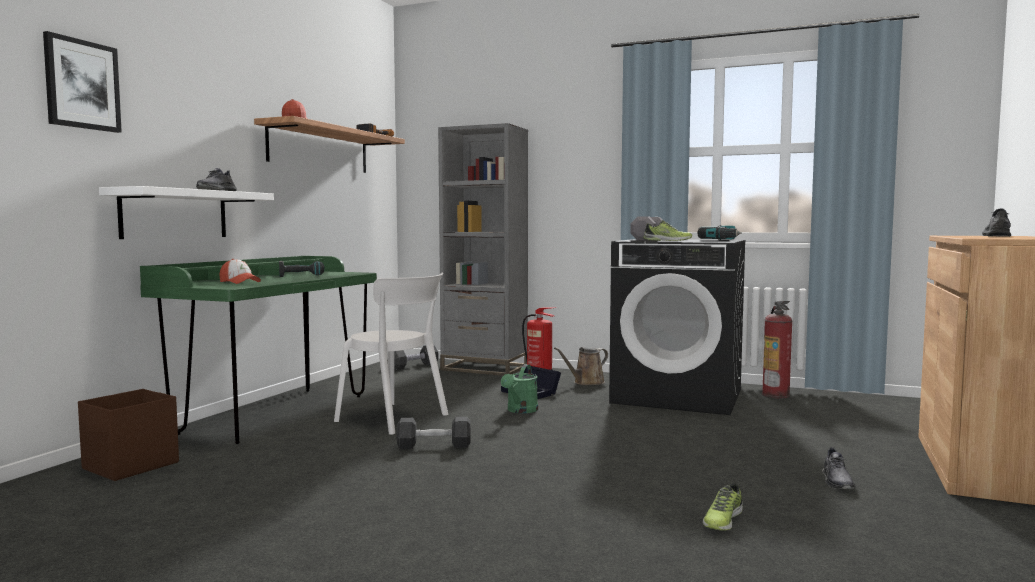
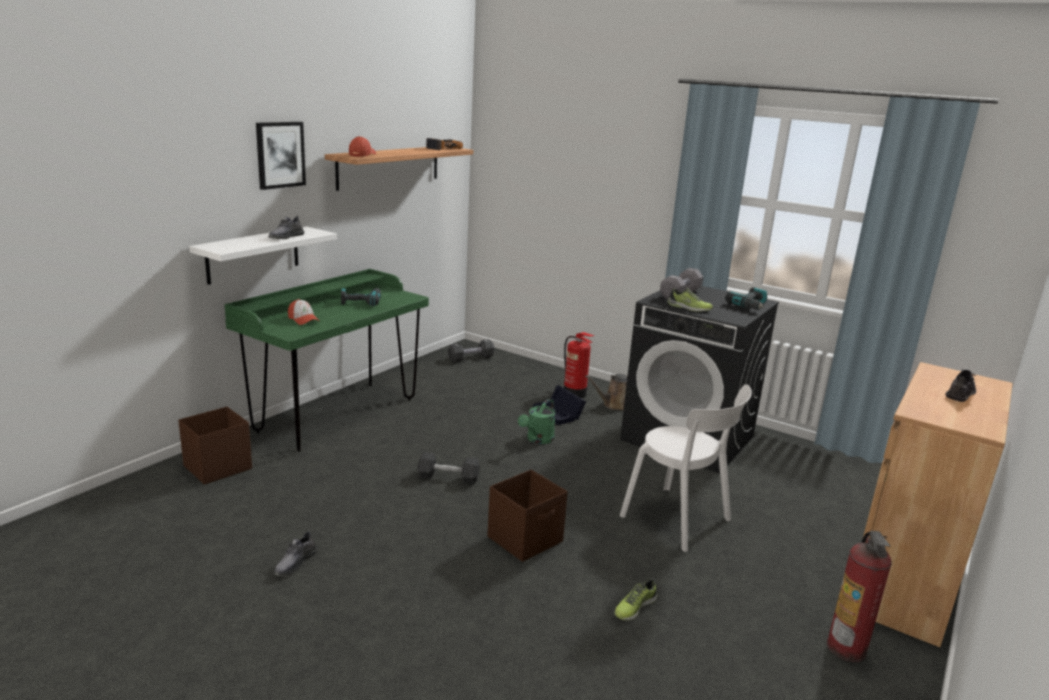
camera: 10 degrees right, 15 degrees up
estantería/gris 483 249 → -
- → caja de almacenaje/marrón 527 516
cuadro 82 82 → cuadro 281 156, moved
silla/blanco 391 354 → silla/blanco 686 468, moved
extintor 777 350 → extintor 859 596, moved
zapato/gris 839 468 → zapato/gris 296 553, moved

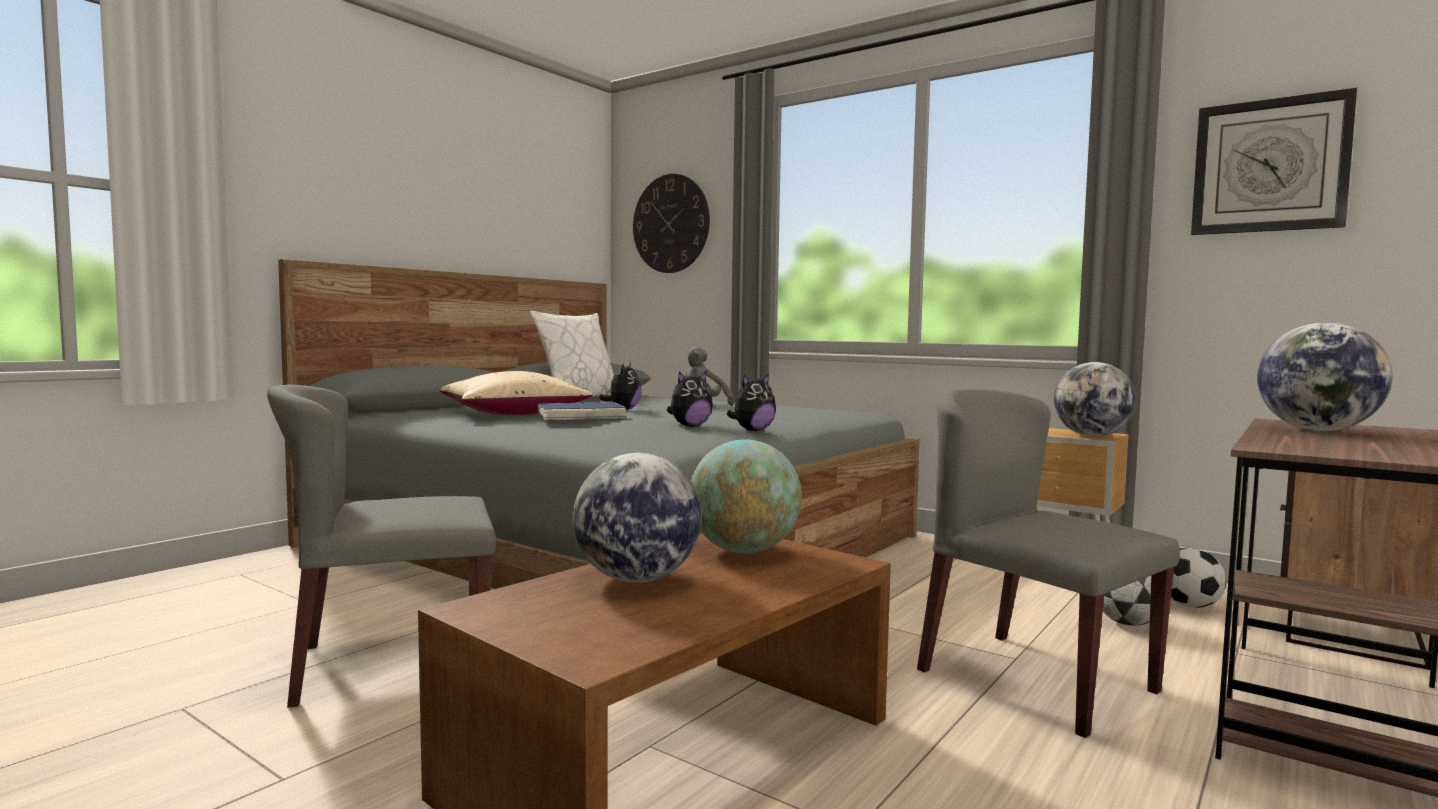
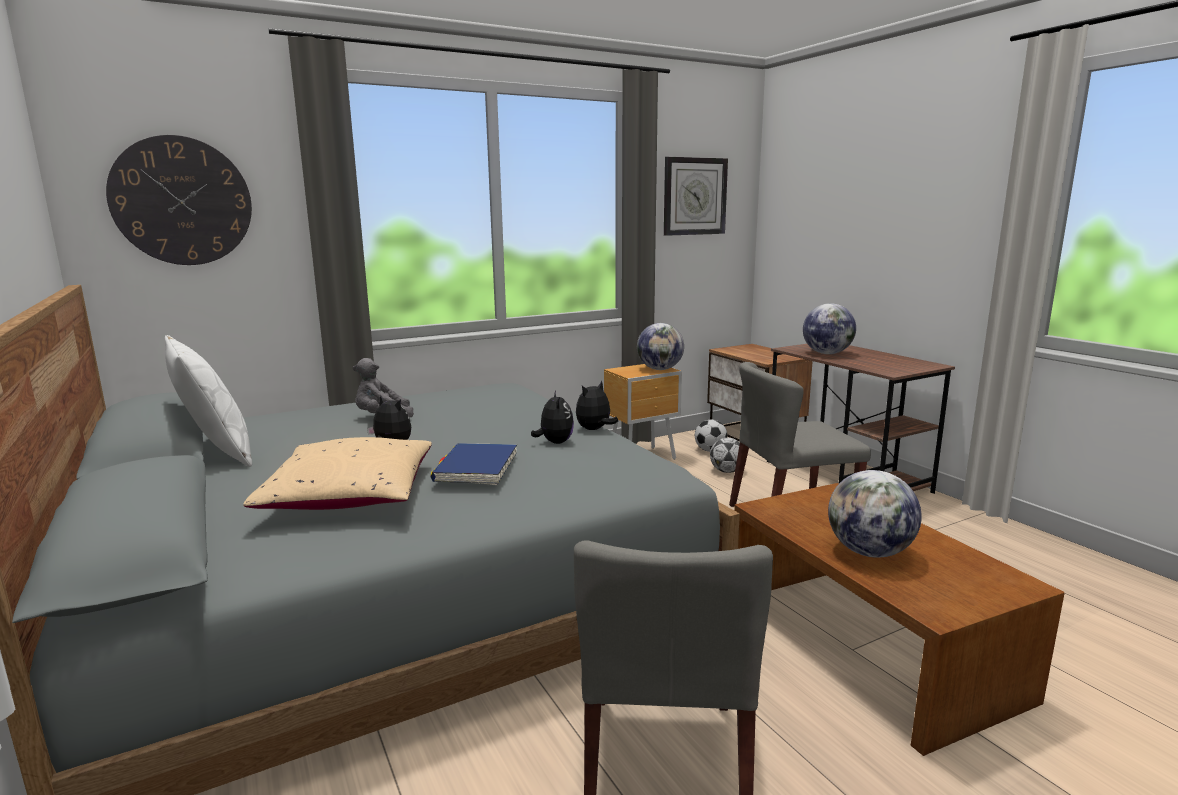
camera: 65 degrees left, 10 degrees up
globo terráqueo 746 496 → -
peluche 751 402 → peluche 597 405, 120 degrees counterclockwise

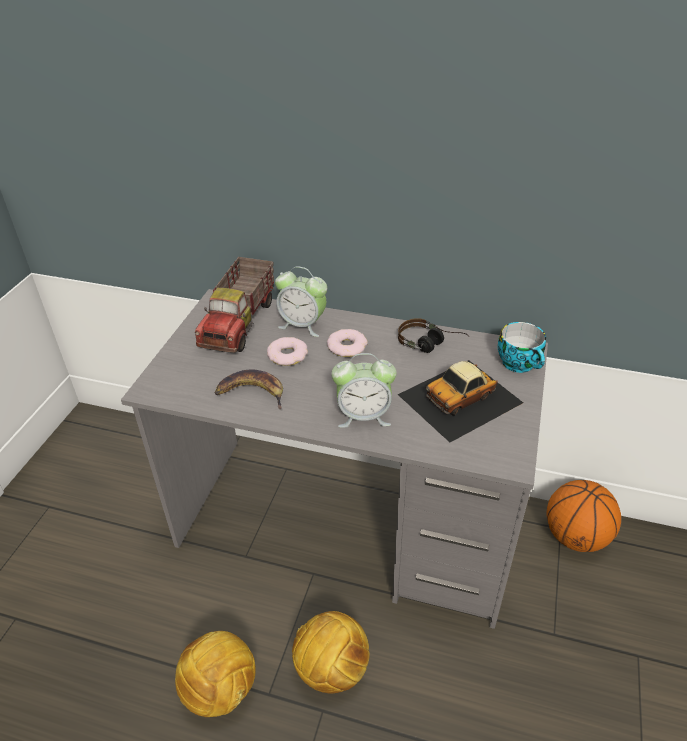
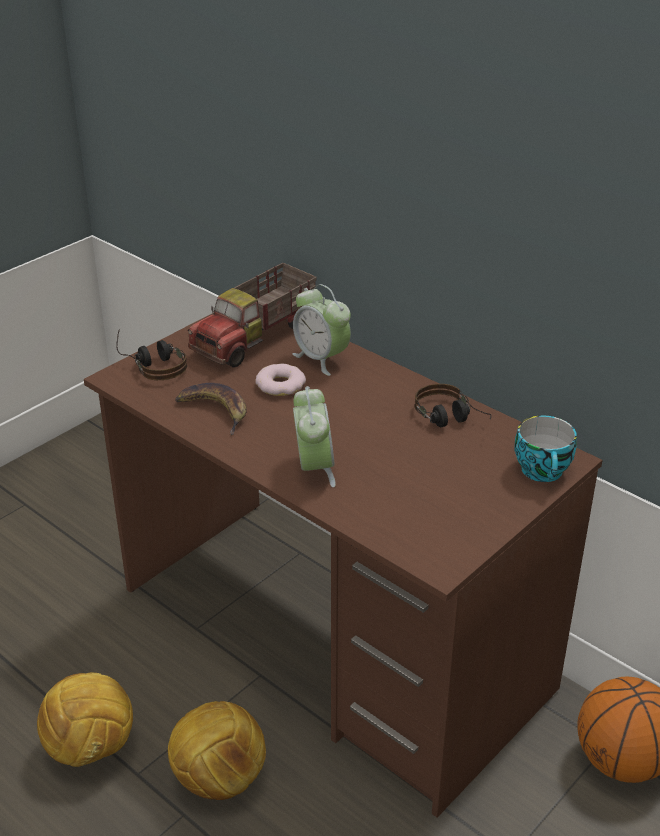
camera: 25 degrees right, 5 degrees down
rosquilla 347 343 → -
coche de juguete 460 401 → -
- → auriculares 151 354
escritorio/gris 334 459 → escritorio/marrón 343 565
despertador 364 390 → despertador 314 436, 120 degrees counterclockwise

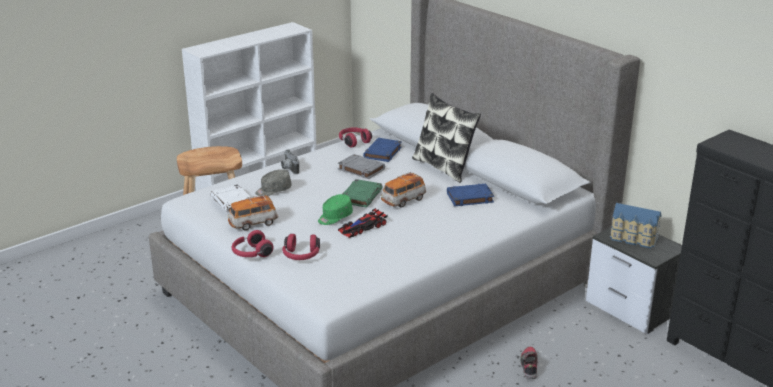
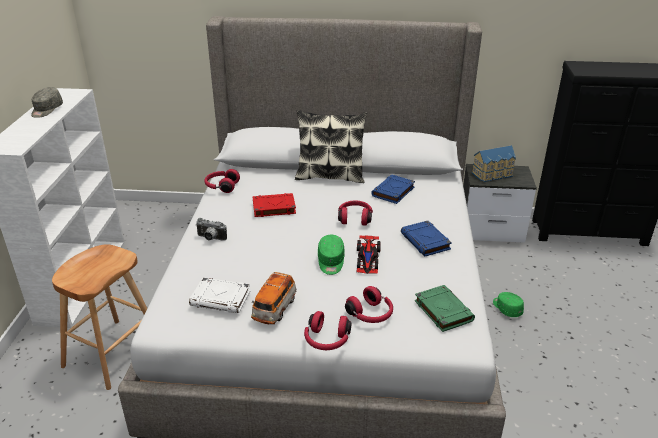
camera: 45 degrees left, 5 degrees up
gorra/gris 273 182 → gorra/gris 47 102, moved
libro/verde 362 193 → libro/verde 445 308, moved
libro/azul 382 150 → libro/azul 426 239, moved
coche de juguete 403 190 → auriculares/rojo 355 213
zapato 529 363 → gorra/verde 508 304
libro/gris 361 166 → libro/rojo 274 205

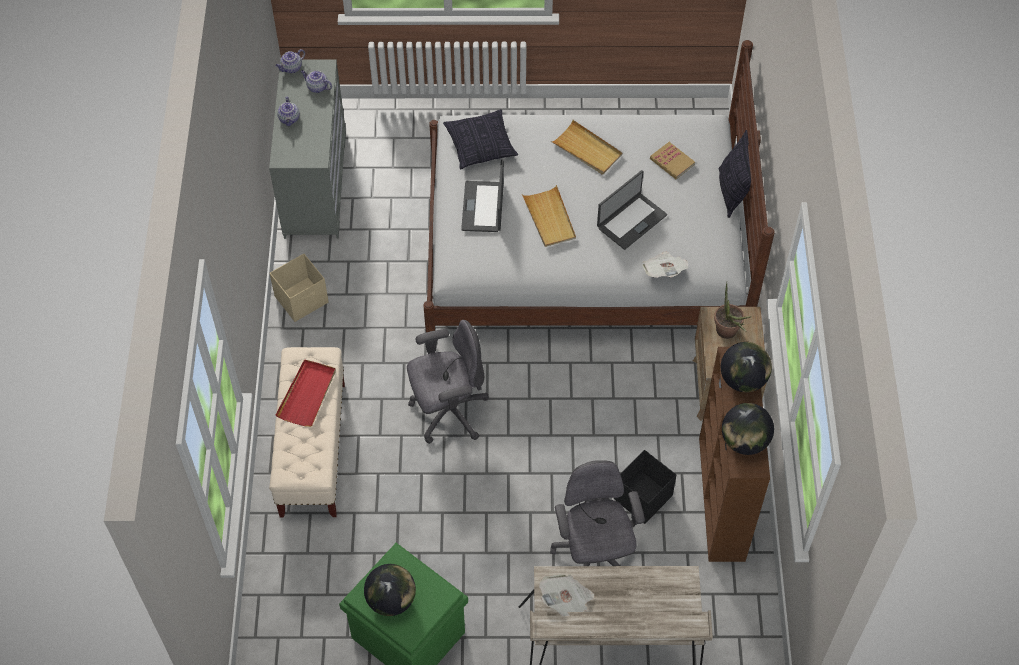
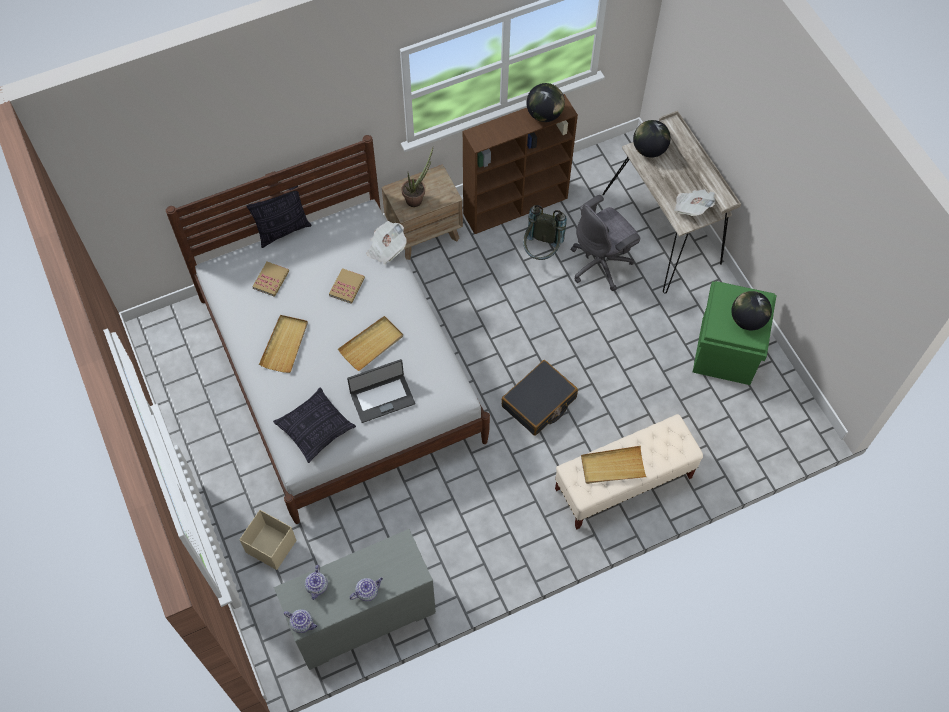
camera: 115 degrees left, 5 degrees up
caja de almacenaje/beis 299 288 → caja de almacenaje/beis 268 540, moved
globo terráqueo 746 367 → globo terráqueo 652 139, moved
silla de oficina/gris 448 382 → maleta/negro 540 398
portátil 632 210 → libro 347 286
caja de almacenaje/negro 645 487 → mochila/gris 545 232
bandeja/rojo 306 393 → bandeja/beis 613 465

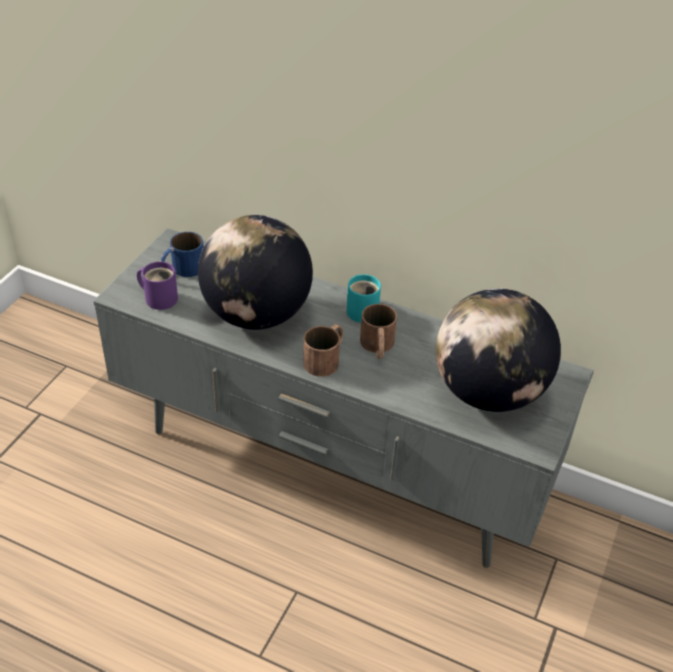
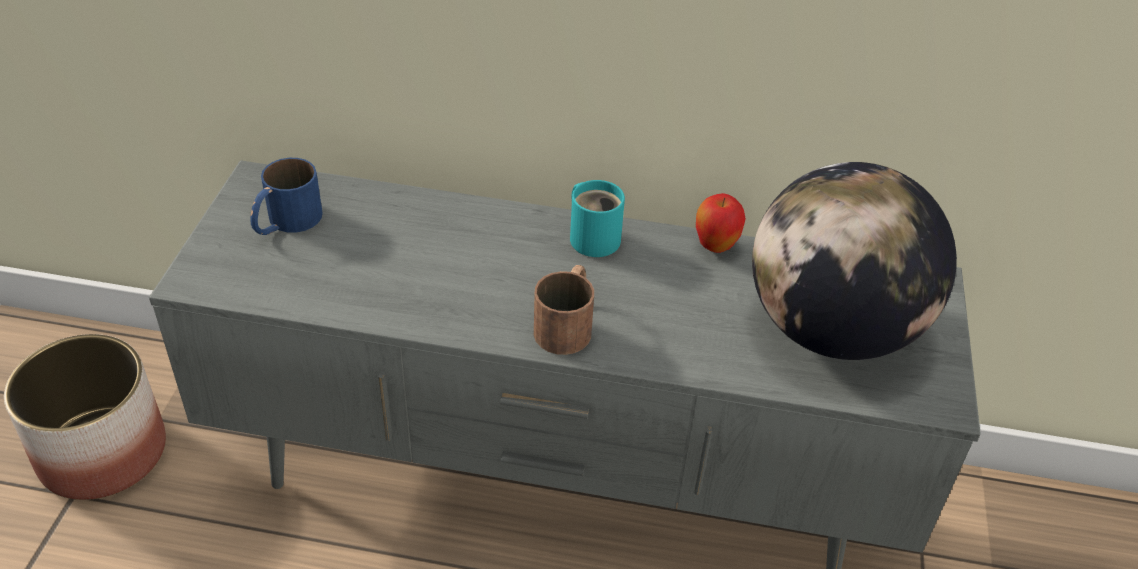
camera: 15 degrees left, 0 degrees up
taza grande/morado 157 285 → -
globo terráqueo 255 272 → -
taza grande/marrón 378 331 → -
- → maceta 85 417
- → manzana 721 223

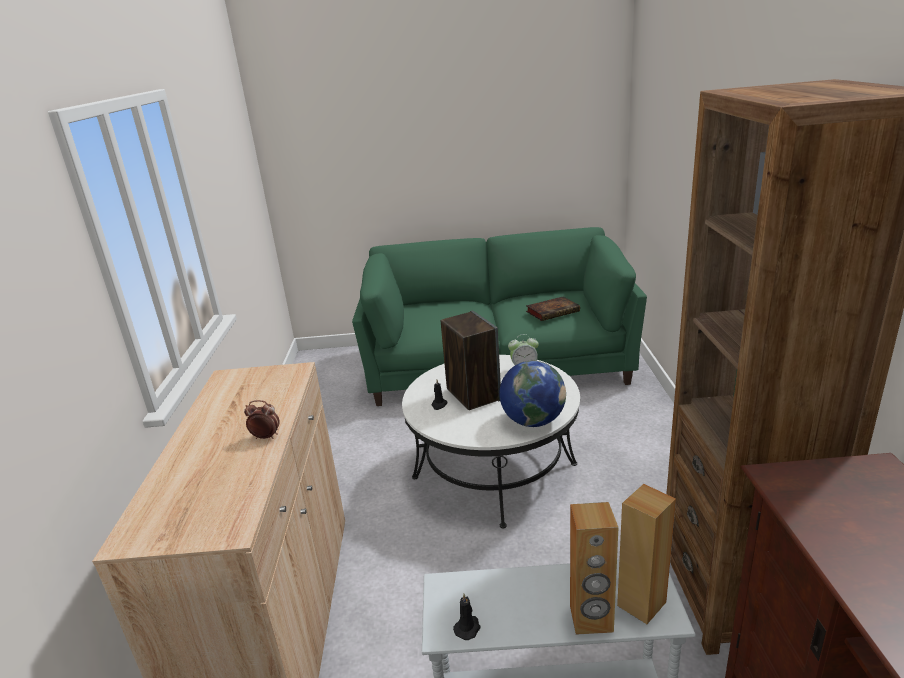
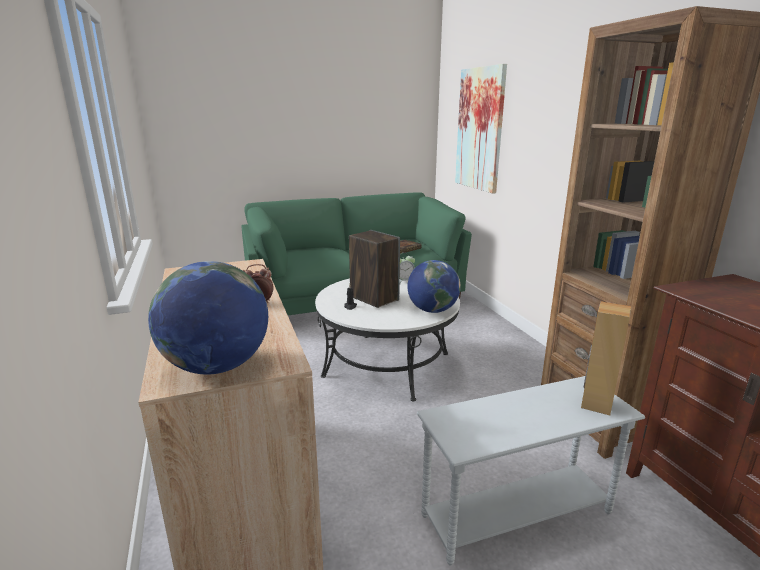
camera: 20 degrees left, 5 degrees down
vela/negro 467 617 → -
altavoz/marrón 594 568 → -
- → globo terráqueo 208 318
- → cuadro 481 128

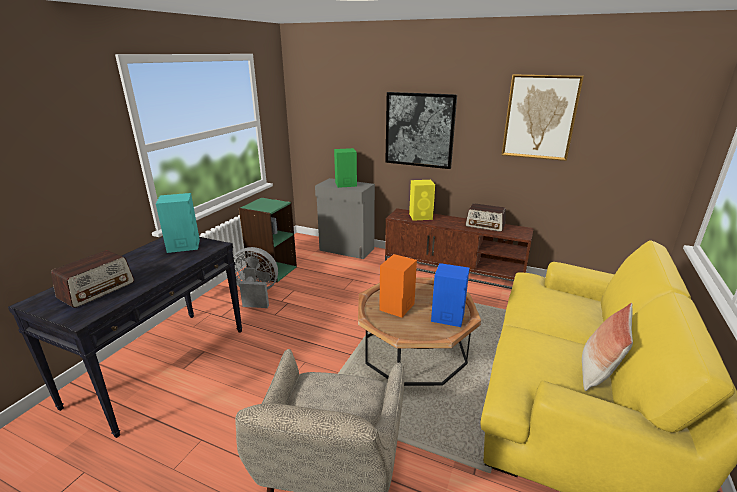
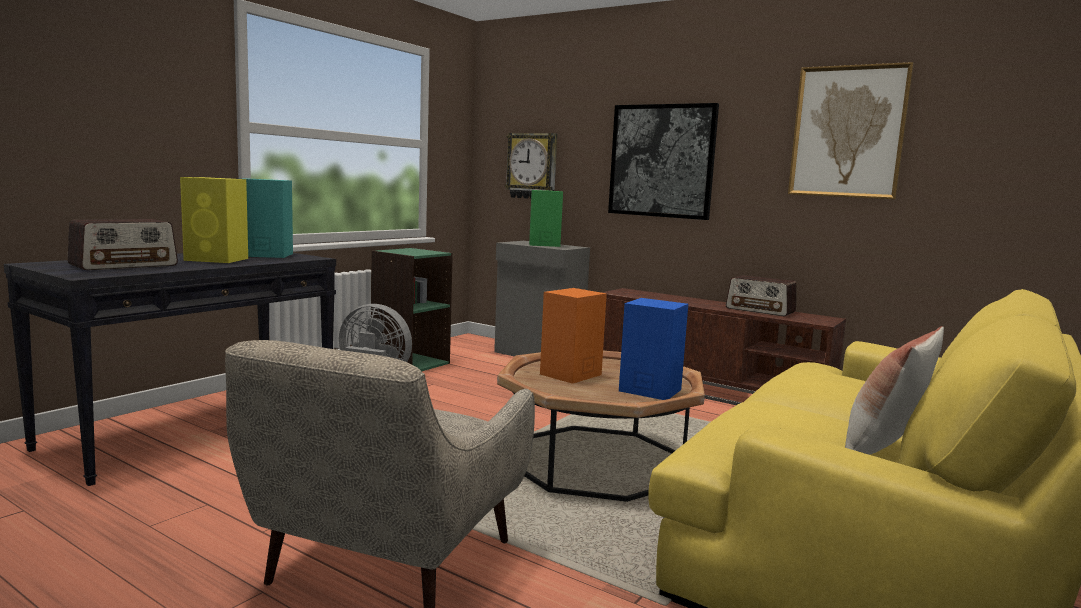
camera: 10 degrees right, 15 degrees down
- → reloj de pared 531 166
altavoz/amarillo 422 200 → altavoz/amarillo 214 220, moved

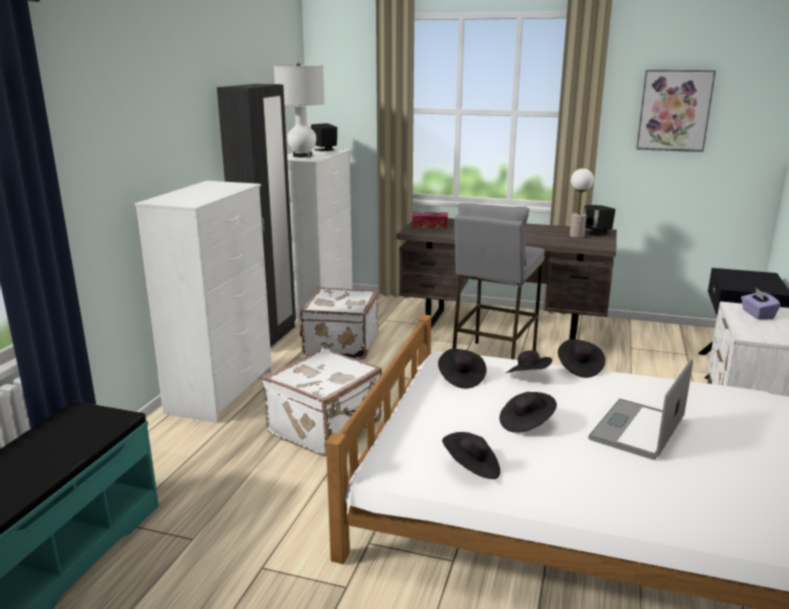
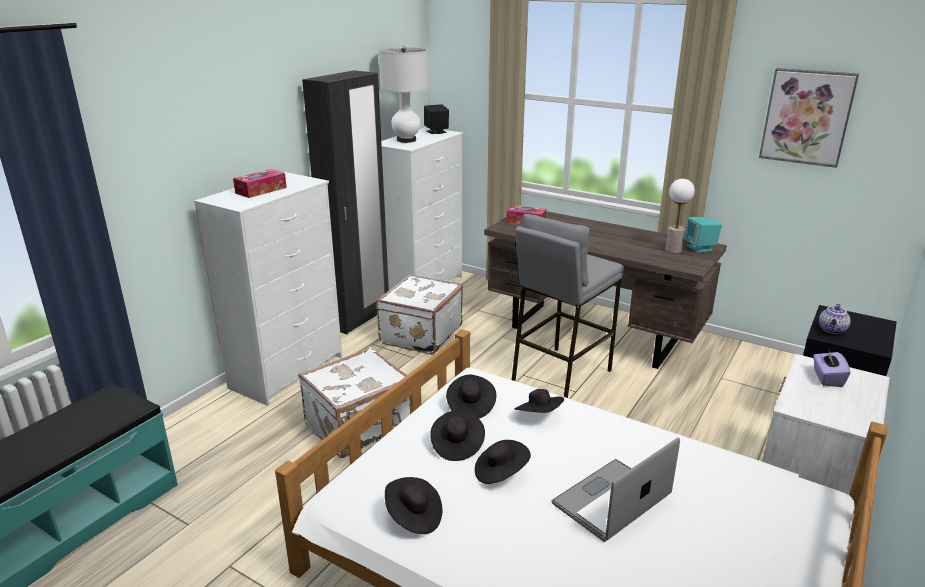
camera: 15 degrees right, 5 degrees up
- → caja de pañuelos 260 183
- → tetera 835 319
sombrero/negro 581 358 → sombrero/negro 457 435, moved
altavoz/negro 600 220 → altavoz/turquesa 703 235

